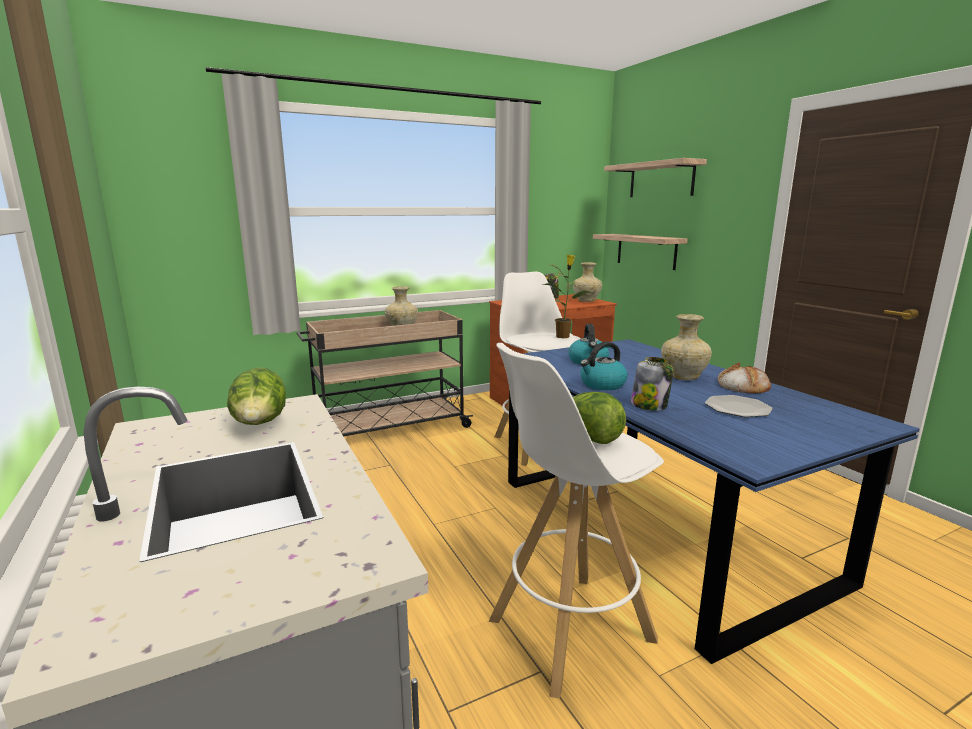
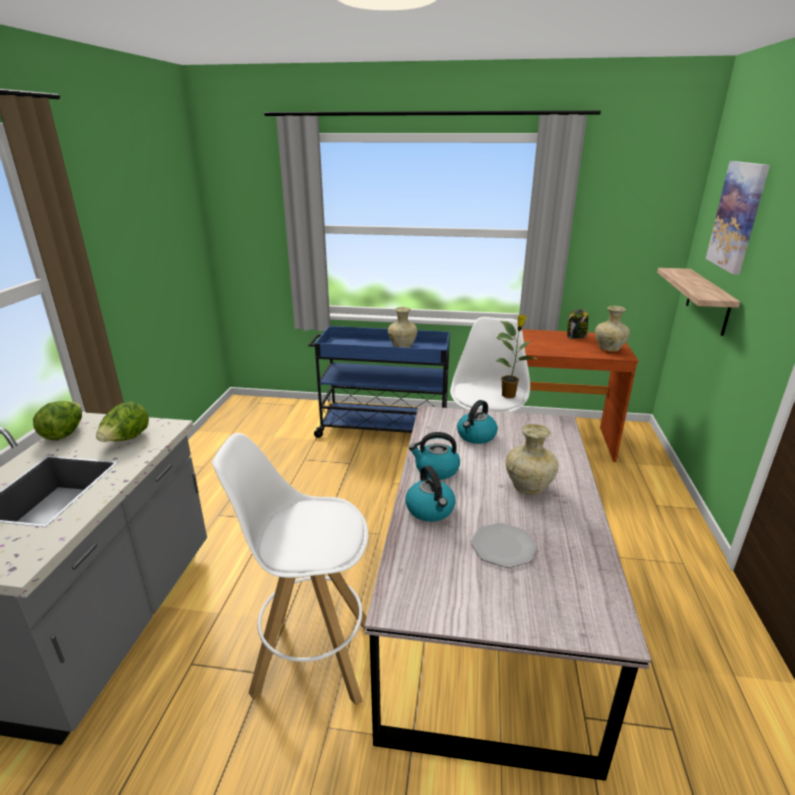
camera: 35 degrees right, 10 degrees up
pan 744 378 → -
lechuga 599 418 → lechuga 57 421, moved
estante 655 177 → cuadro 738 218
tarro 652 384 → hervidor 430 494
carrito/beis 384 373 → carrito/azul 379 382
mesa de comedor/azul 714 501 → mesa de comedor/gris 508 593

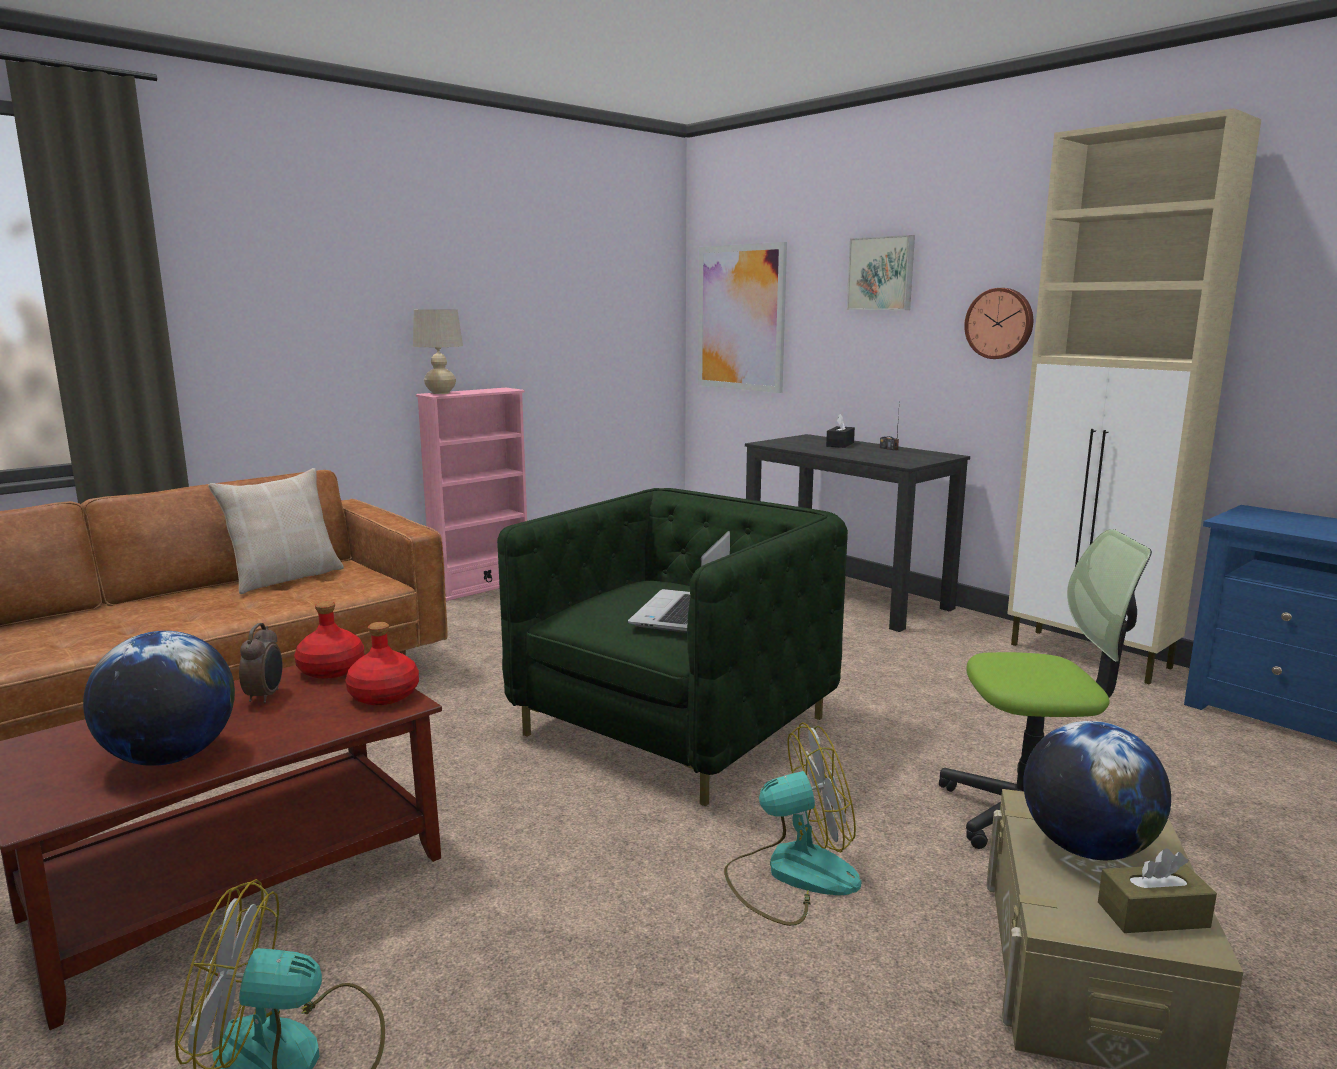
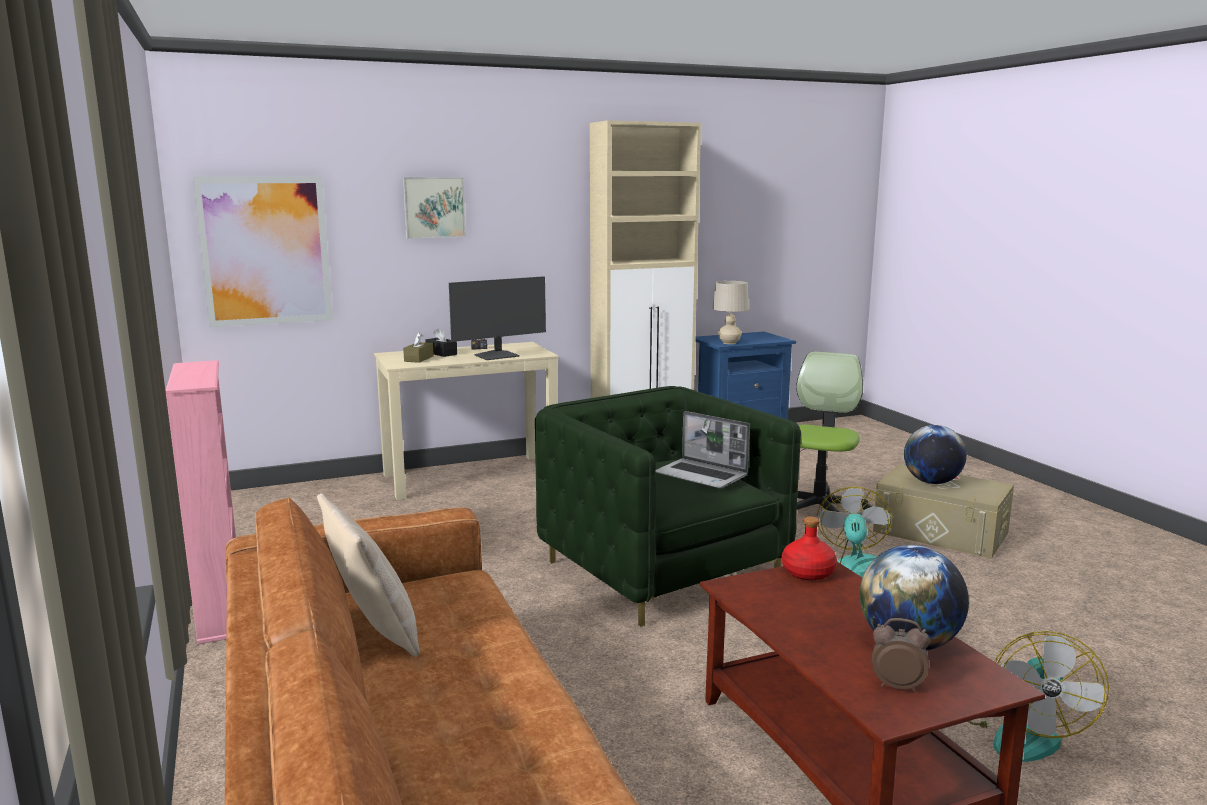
camera: 70 degrees left, 0 degrees up
botella/rojo 329 640 → -
reloj de pared 998 323 → -
- → monitor 497 318
despertador 261 663 → despertador 900 655, moved
lámpara de mesa/beis 438 351 → lámpara de mesa/beis 730 312, moved
caja de pañuelos/marrón 1157 890 → caja de pañuelos/marrón 418 347, moved
escritorio/negro 857 533 → escritorio/beis 466 421

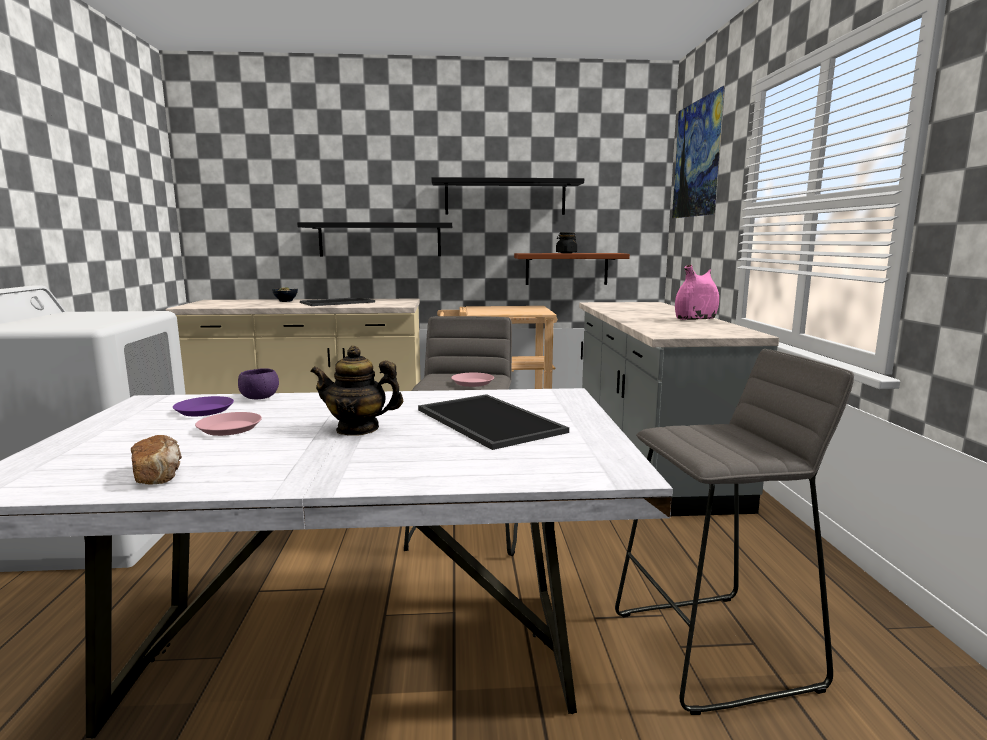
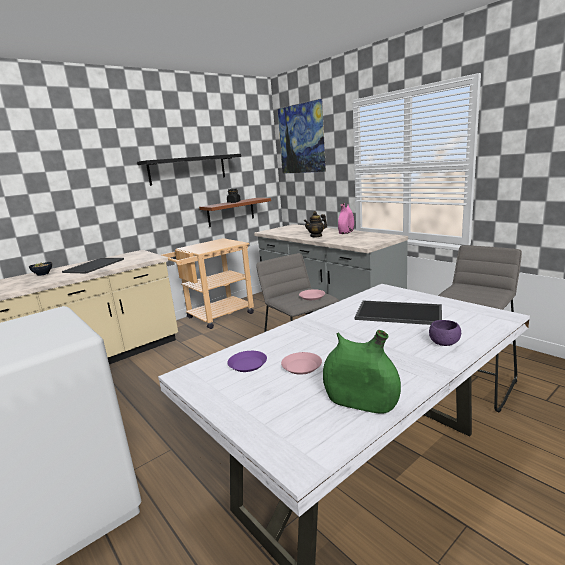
camera: 35 degrees left, 5 degrees up
estante/negro 374 239 → -
cuenco/morado 258 384 → cuenco/morado 445 333, moved
tetera 356 391 → tetera 315 224, moved
pan 156 459 → florero/verde 362 372

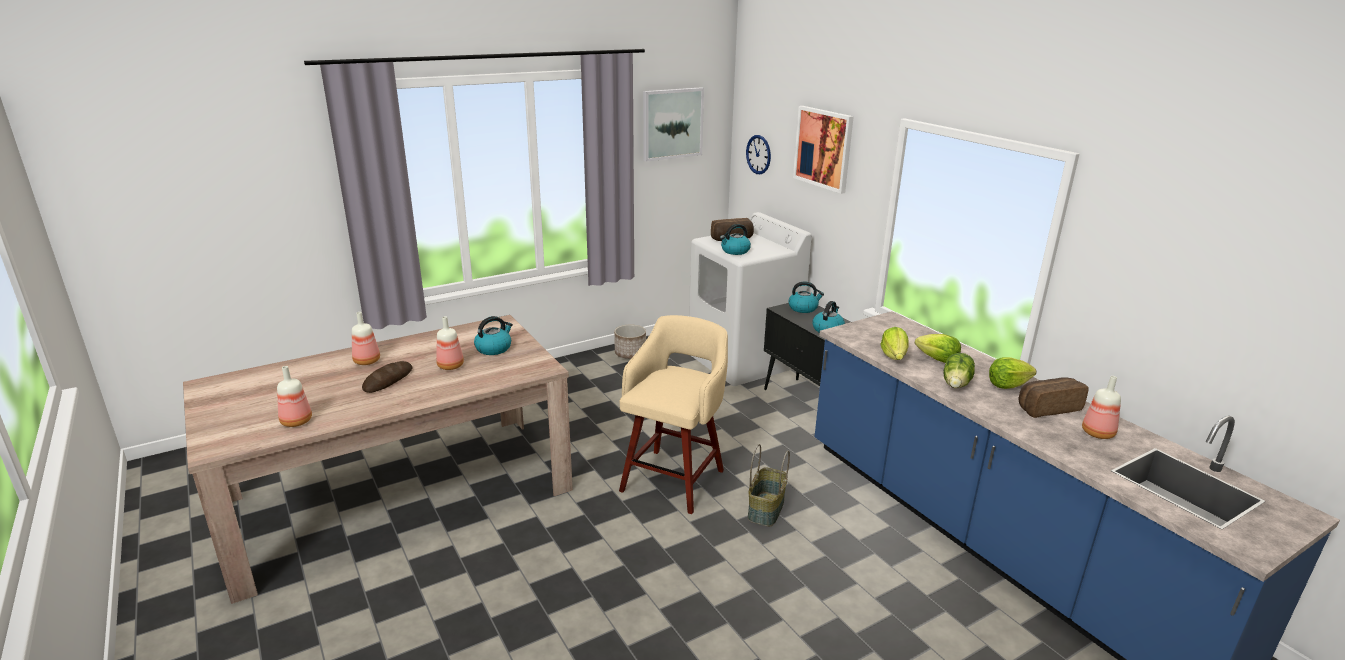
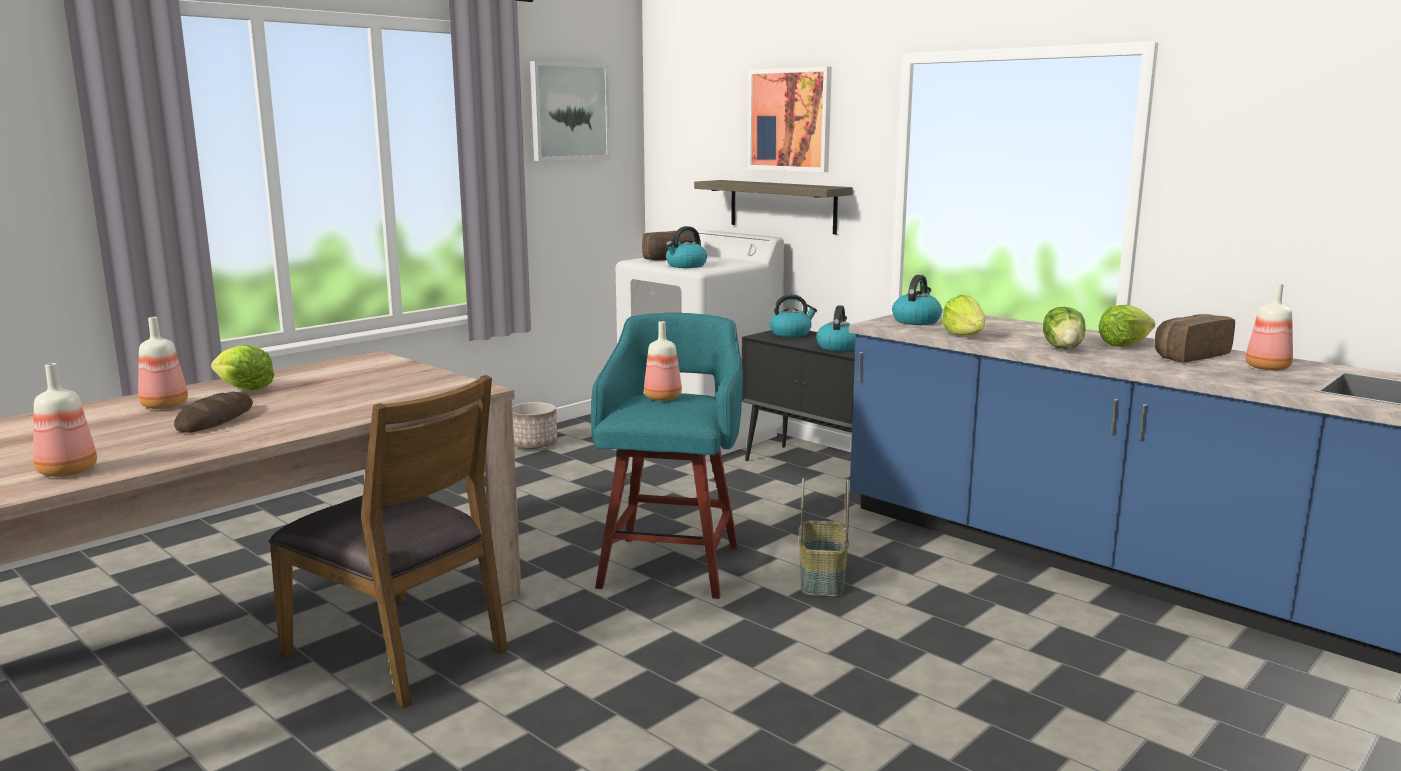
camera: 15 degrees left, 10 degrees down
reloj de pared 758 154 → -
- → silla/marrón 388 541
- → estante 773 207
botella 450 343 → botella 663 361, moved
hervidor 493 335 → hervidor 917 300, moved
lechuga 938 348 → lechuga 243 367, moved
taburete/beis 673 414 → taburete/turquesa 667 456

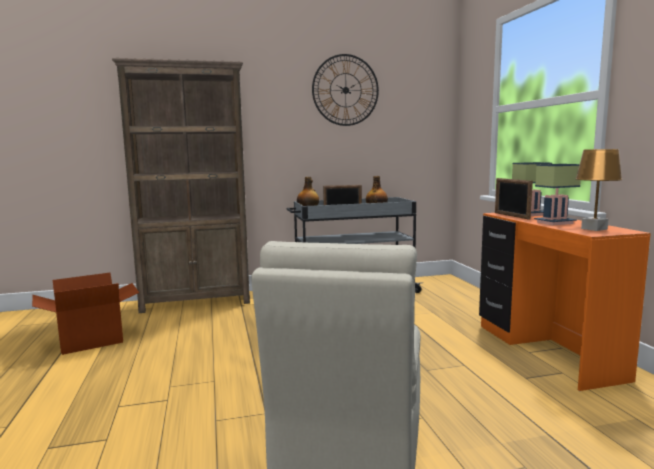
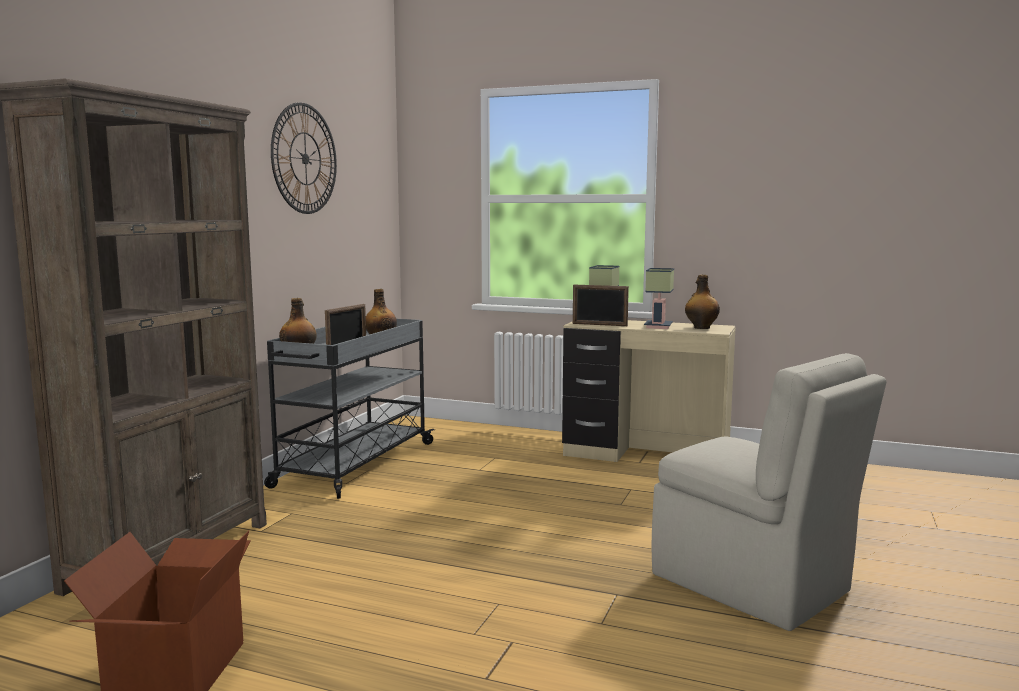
camera: 55 degrees left, 0 degrees up
lámpara de mesa/marrón 599 190 → botella 702 301
escritorio/naranja 565 302 → escritorio/beis 649 391

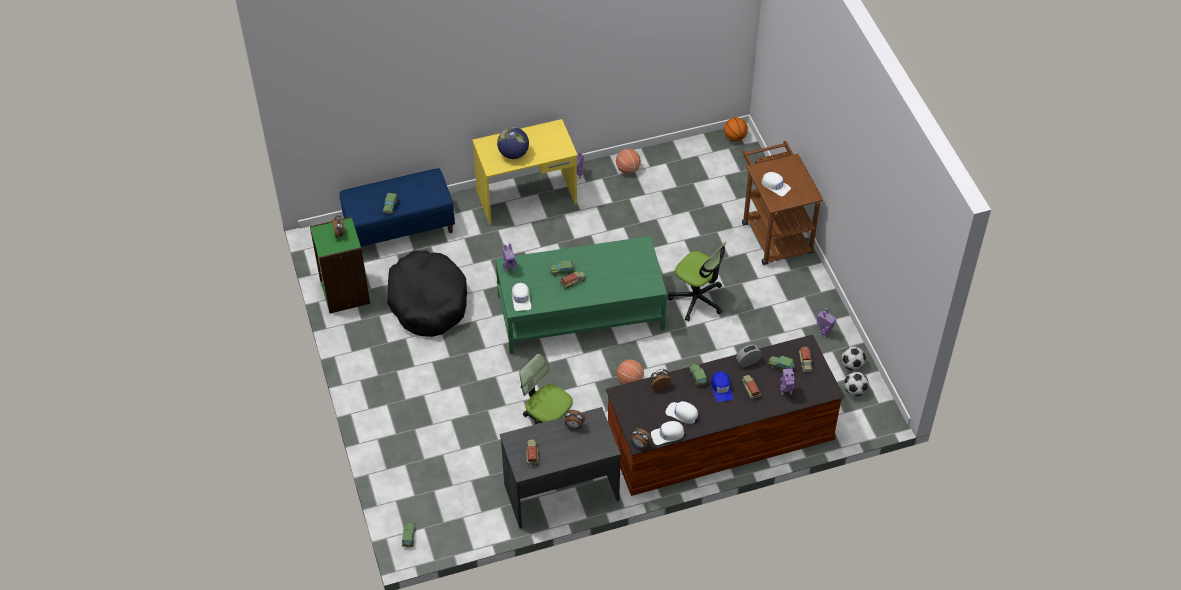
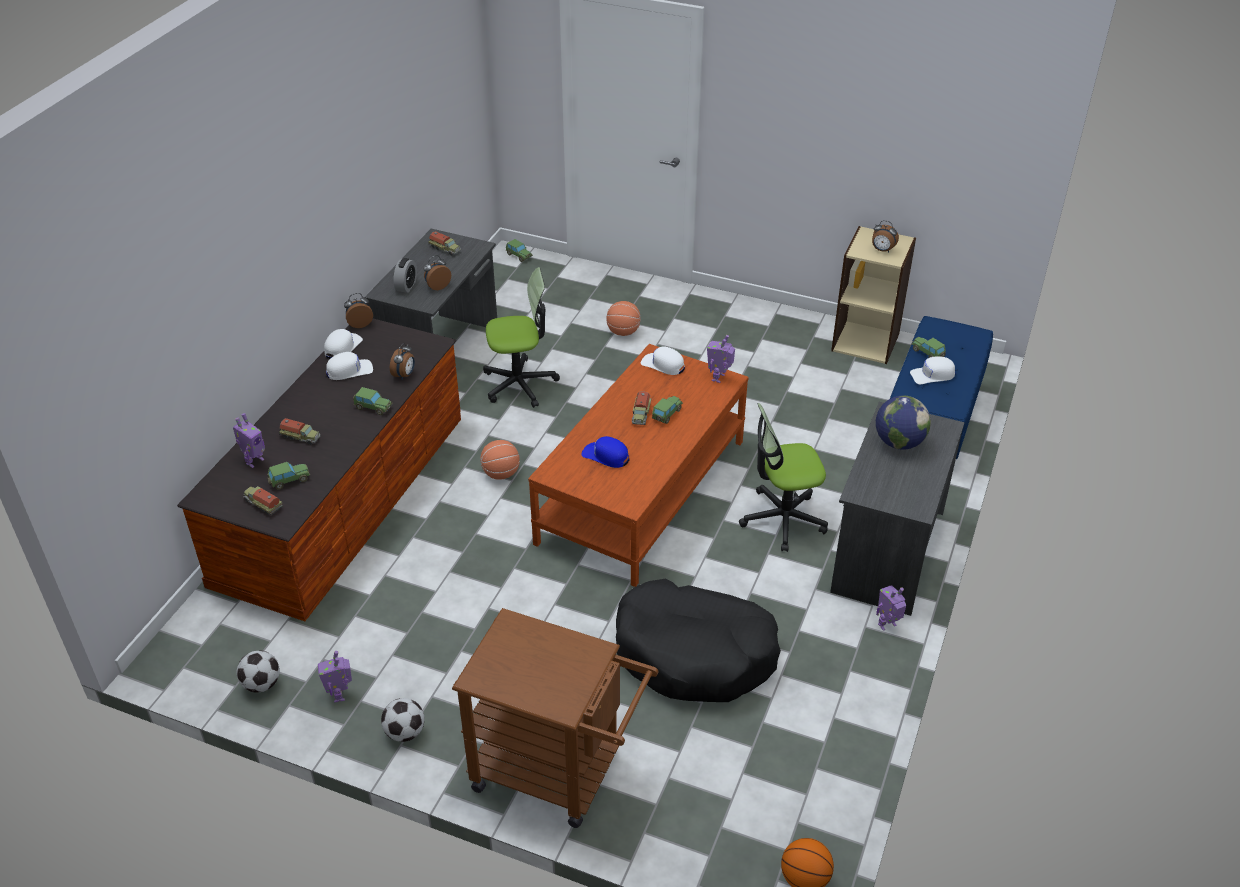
camera: 130 degrees right, 10 degrees down
cama para perro/negro 427 294 → cama para perro/negro 698 640, moved
balón de baloncesto 628 161 → balón de baloncesto 624 318, moved
silla de oficina 697 281 → silla de oficina 783 477, moved
gorra/azul 722 386 → gorra/azul 605 452, moved
despertador 749 355 → despertador 405 275, moved
gorra/blanco 776 184 → gorra/blanco 932 370, moved
balón de fútbol 856 384 → balón de fútbol 403 720, moved
estantería/verde 340 265 → estantería/beis 873 295
escritorio/amarillo 525 172 → escritorio/gris 897 509
mesa de centro/verde 581 295 → mesa de centro/marrón 638 465

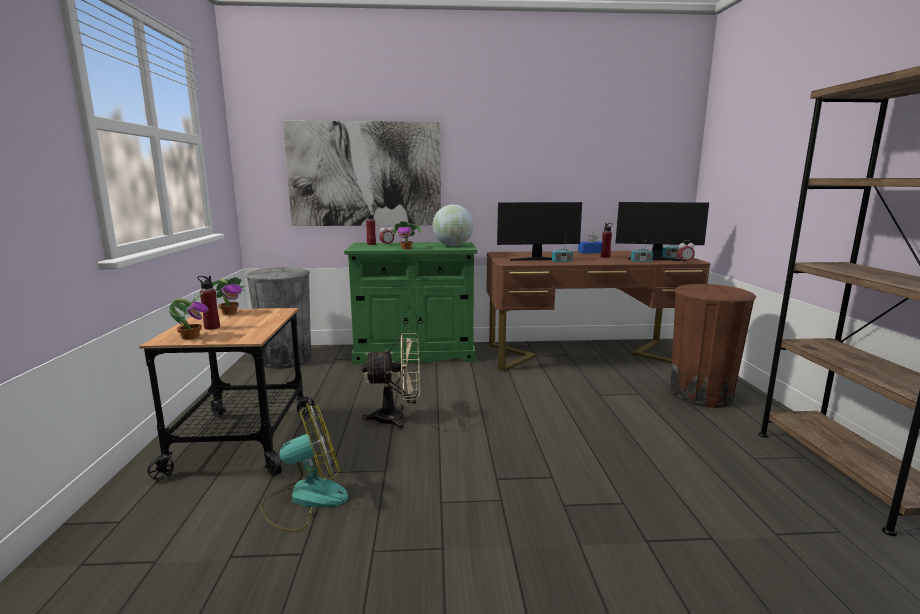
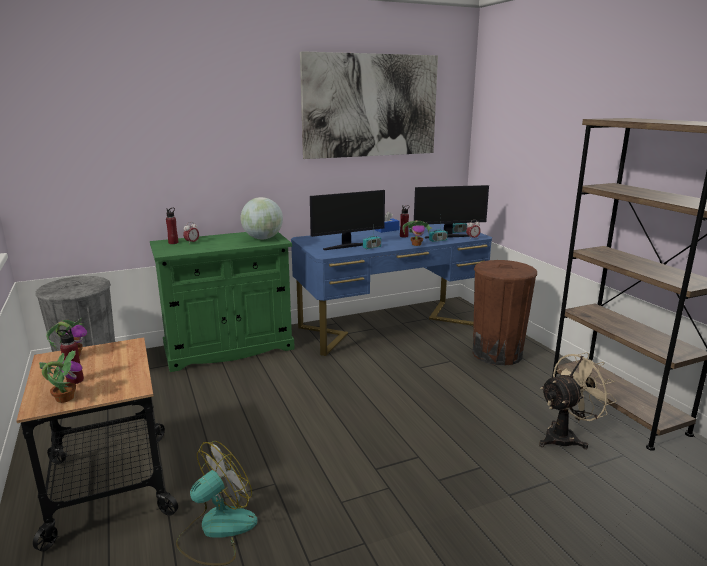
camera: 20 degrees left, 5 degrees up
cuadro 362 173 → cuadro 369 105, moved
ventilador/beis 391 381 → ventilador/beis 578 400, moved
planta en maceta 406 235 → planta en maceta 417 233, moved
escritorio/marrón 599 311 → escritorio/azul 391 290

